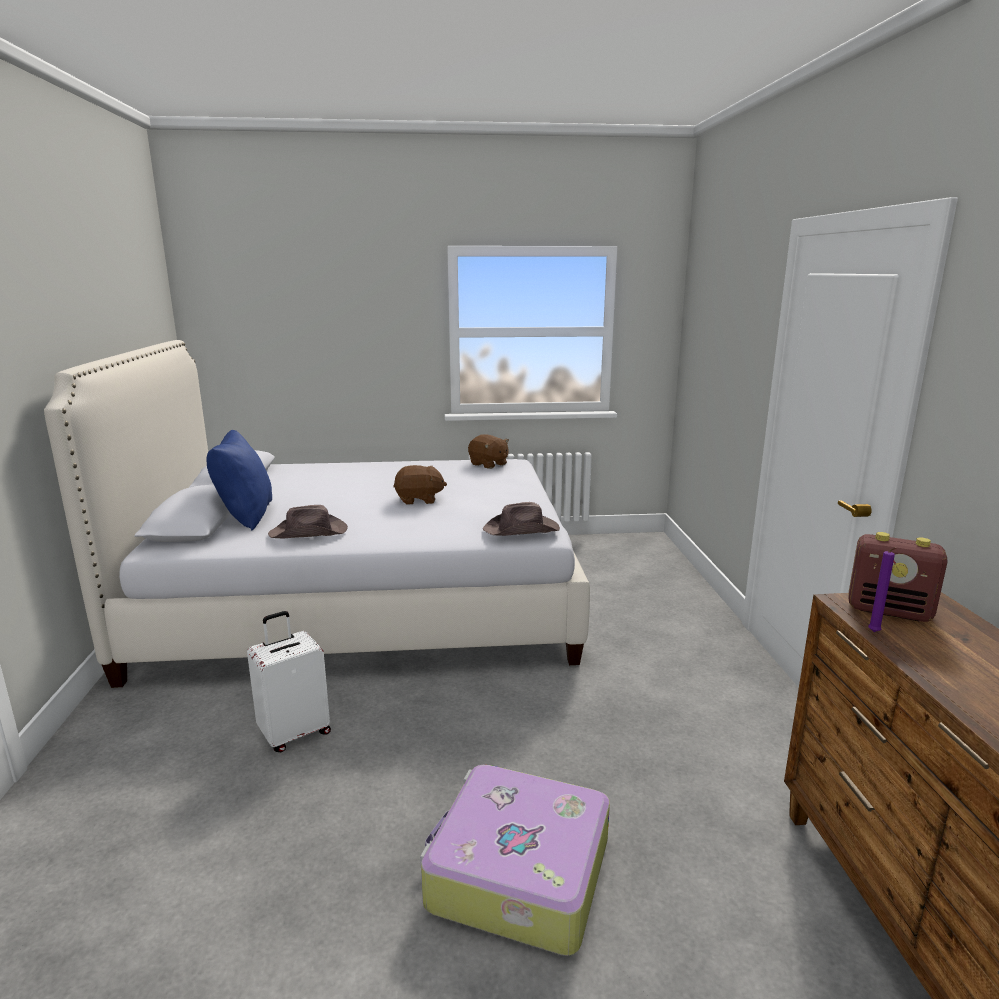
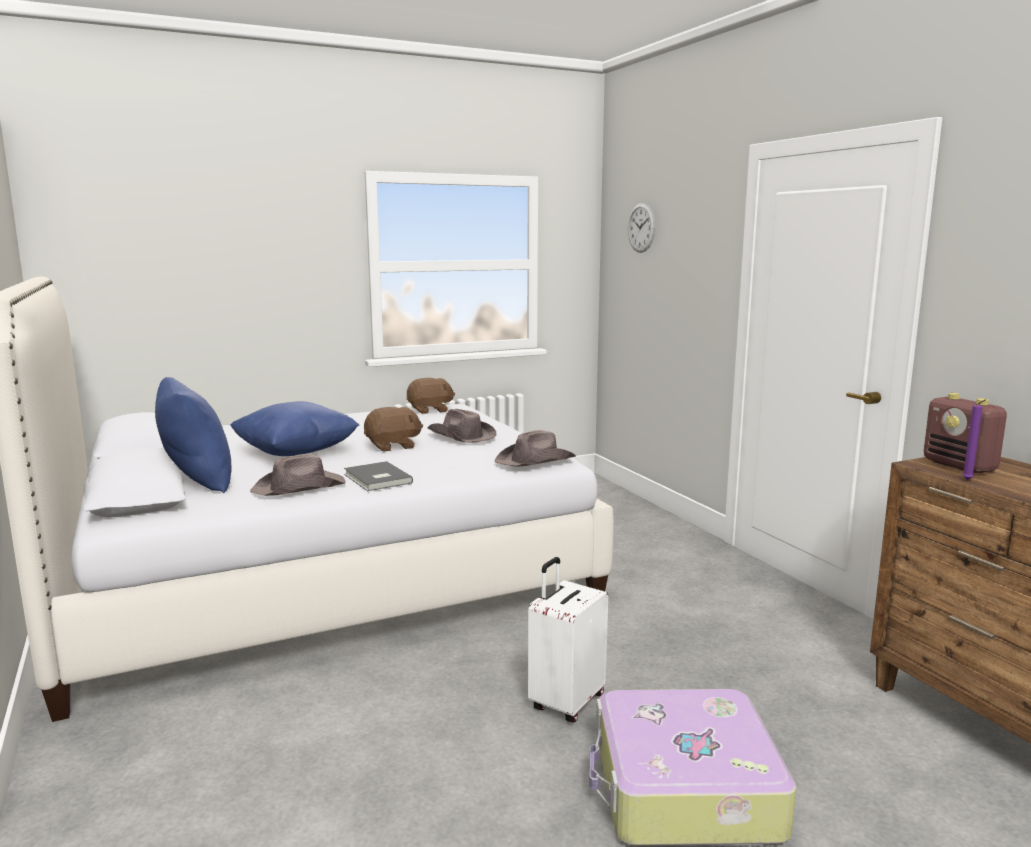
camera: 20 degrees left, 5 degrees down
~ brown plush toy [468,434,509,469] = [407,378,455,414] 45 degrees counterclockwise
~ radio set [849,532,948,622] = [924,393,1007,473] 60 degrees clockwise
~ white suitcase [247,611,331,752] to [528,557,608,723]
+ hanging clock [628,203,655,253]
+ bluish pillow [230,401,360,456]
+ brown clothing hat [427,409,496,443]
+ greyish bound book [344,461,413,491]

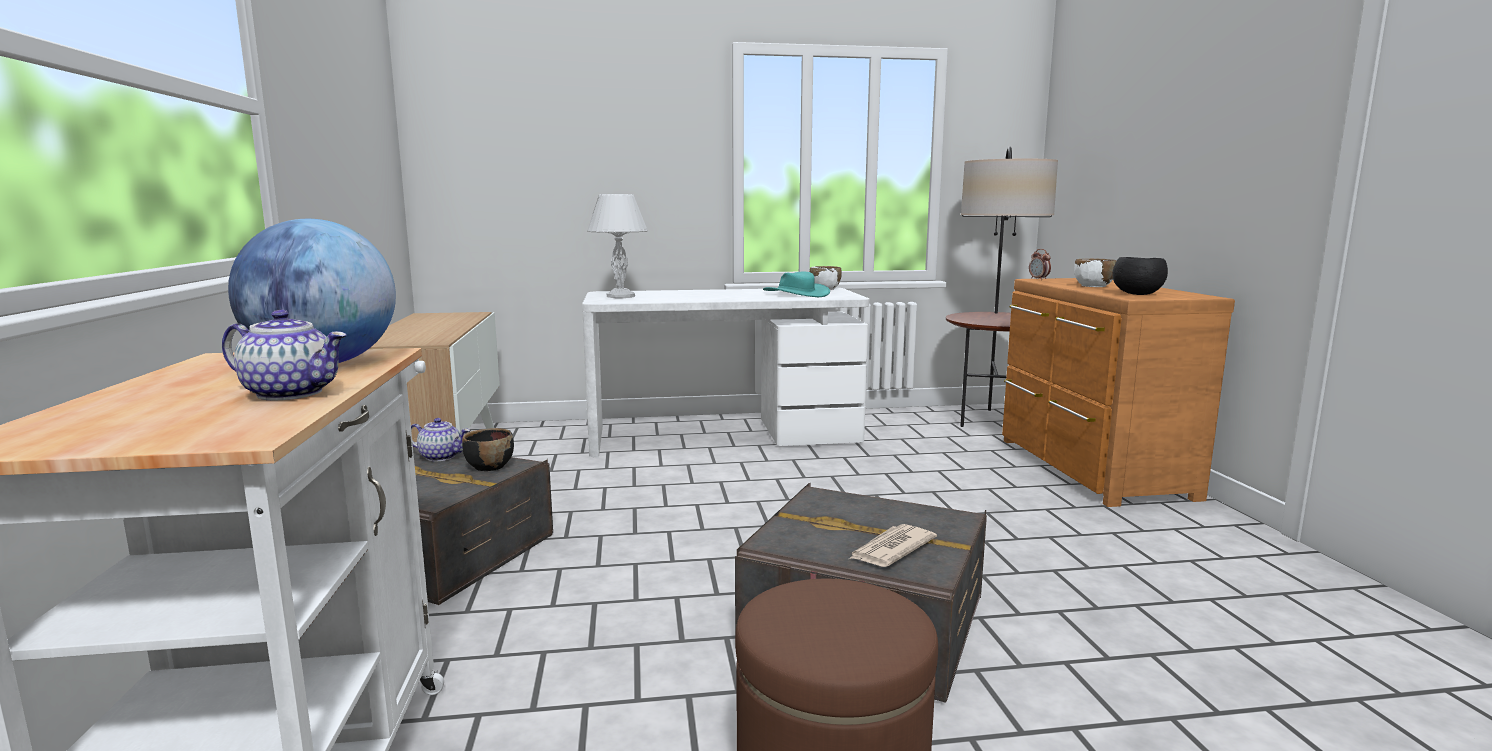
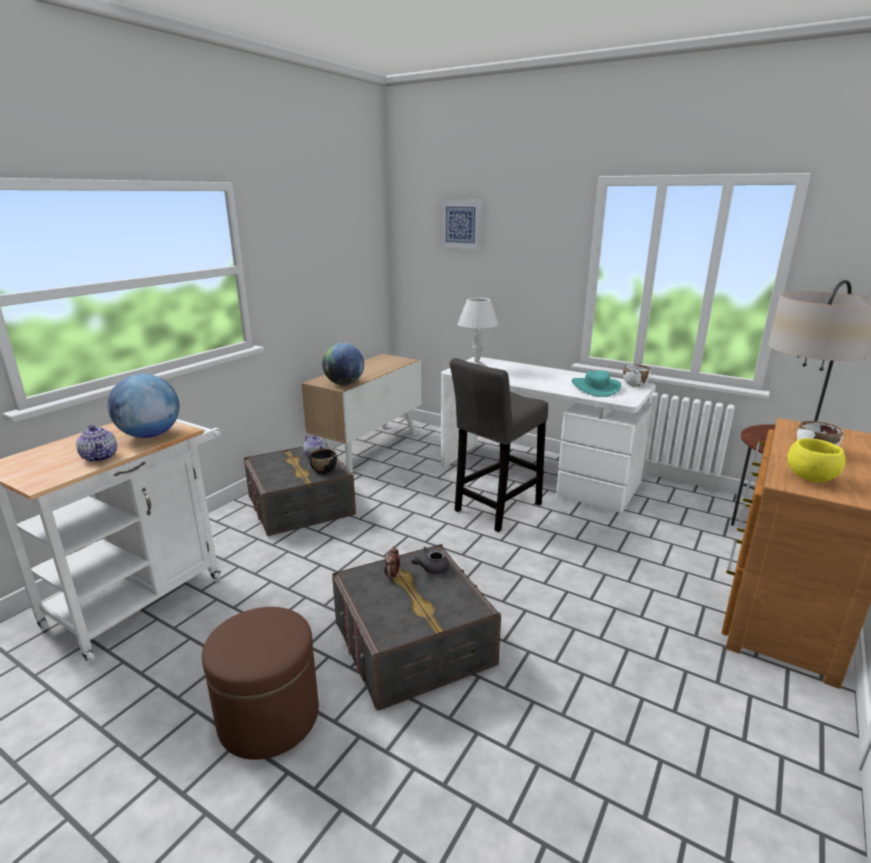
camera: 40 degrees right, 10 degrees up
~ table clock [1029,249,1051,280] to [384,546,400,579]
~ black serving bowl [1112,257,1168,295] to yellow-coloured serving bowl [787,438,846,483]
- daily paper [849,524,937,567]
+ wall picture [440,200,482,250]
+ world globe [322,343,364,385]
+ greyish stool [450,358,548,532]
+ greyish tea pot [411,546,449,574]

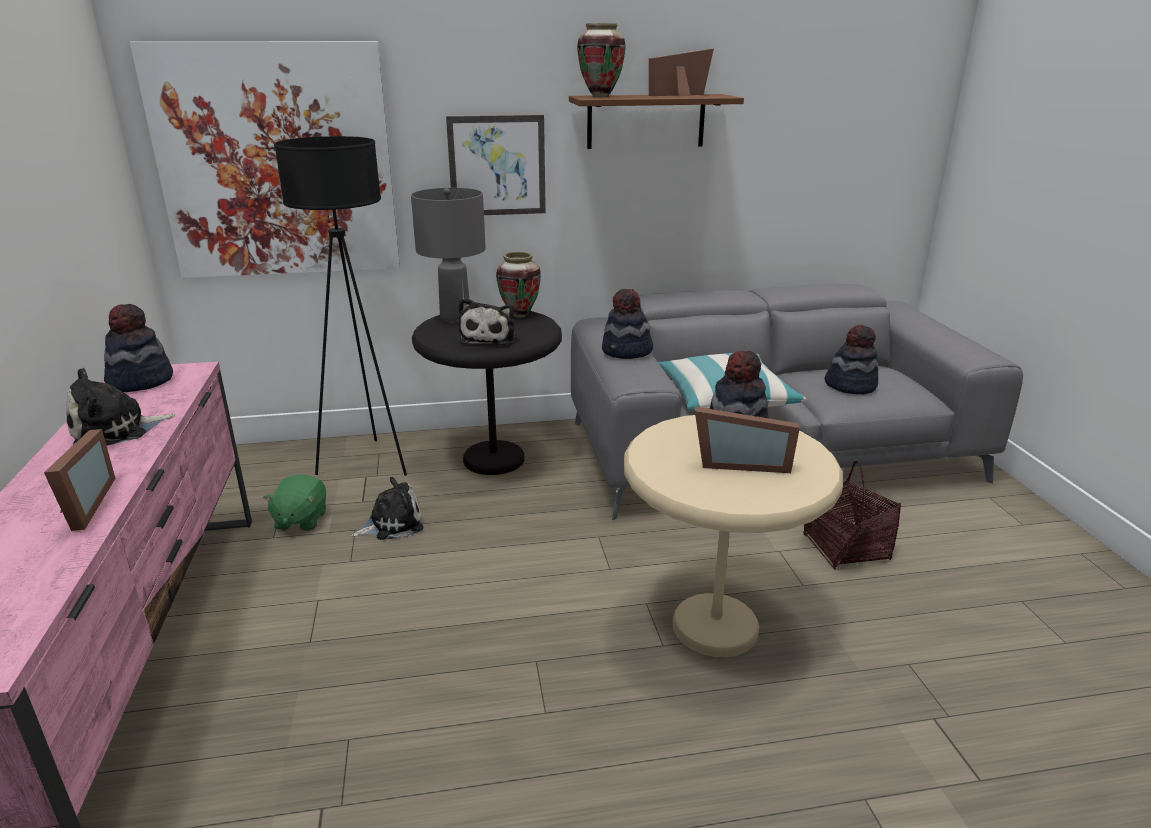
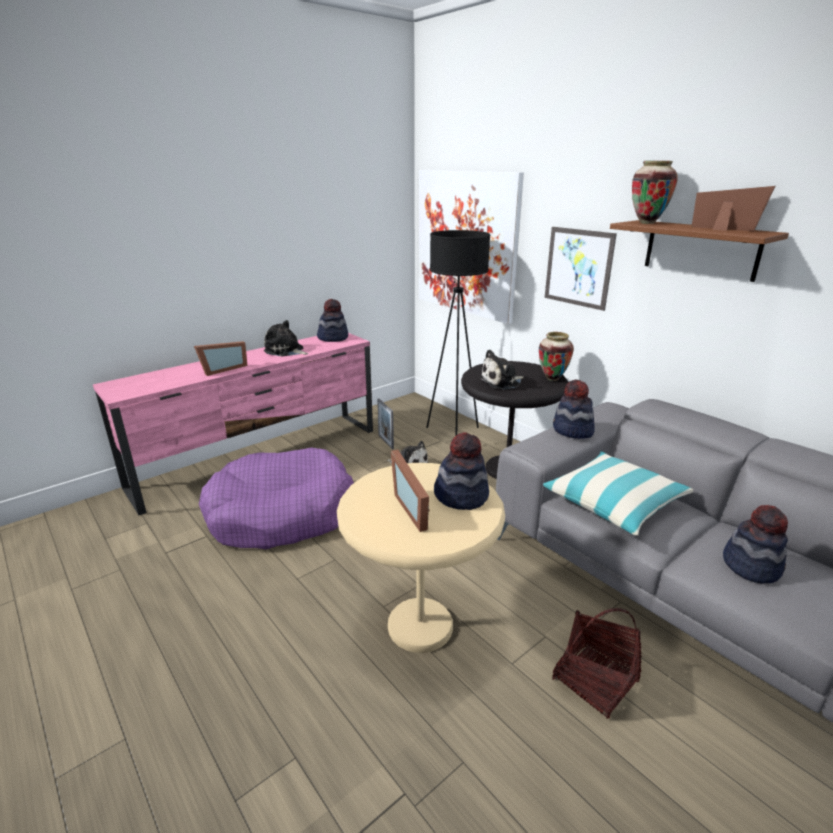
camera: 60 degrees right, 0 degrees up
- greyish lamp for a table [411,188,486,323]
~ green-coloured plush toy [263,474,326,531] to photo frame [377,399,394,449]
+ purple-coloured dog cushion [199,447,354,549]

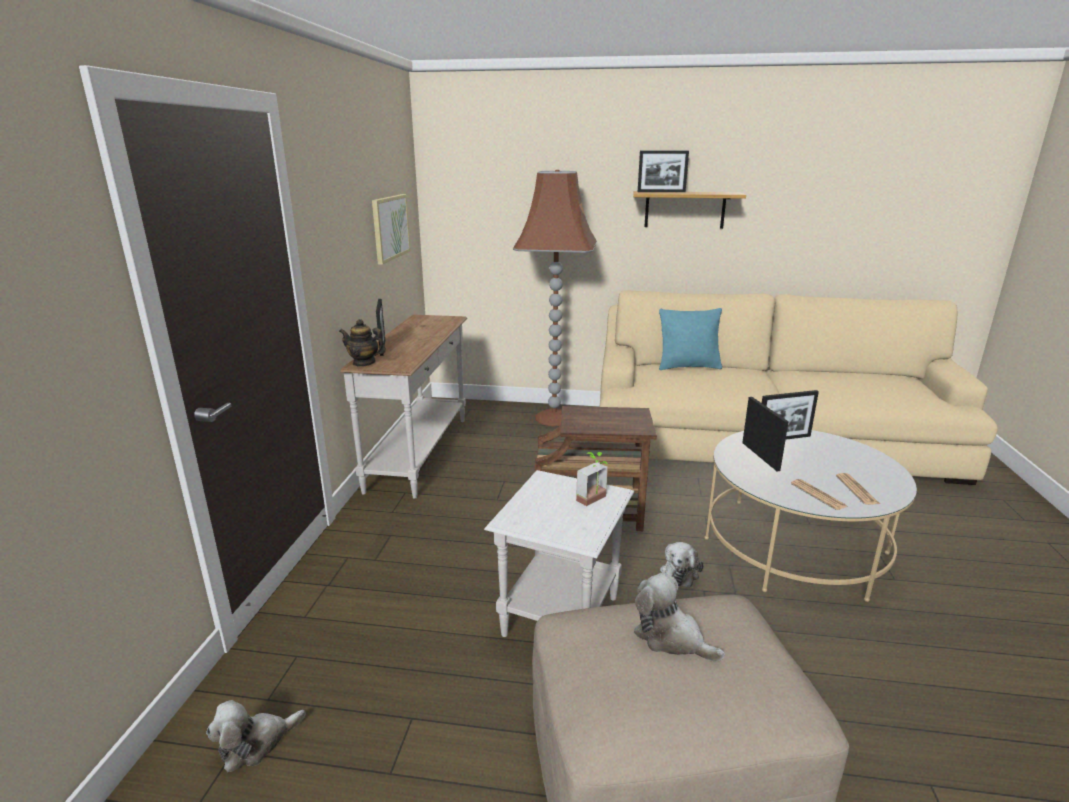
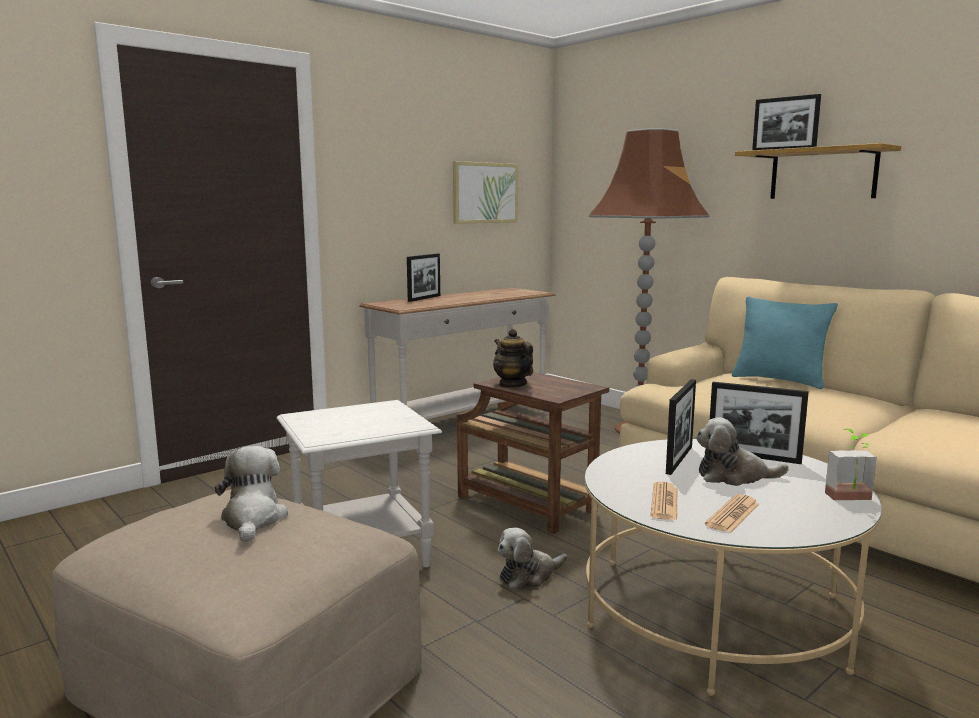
camera: 40 degrees right, 10 degrees down
~ tea pot [339,319,386,367] to [493,329,533,388]
~ plant in a pot [576,452,608,506] to [825,428,877,500]
~ plush toy [206,700,306,772] to [696,417,789,486]

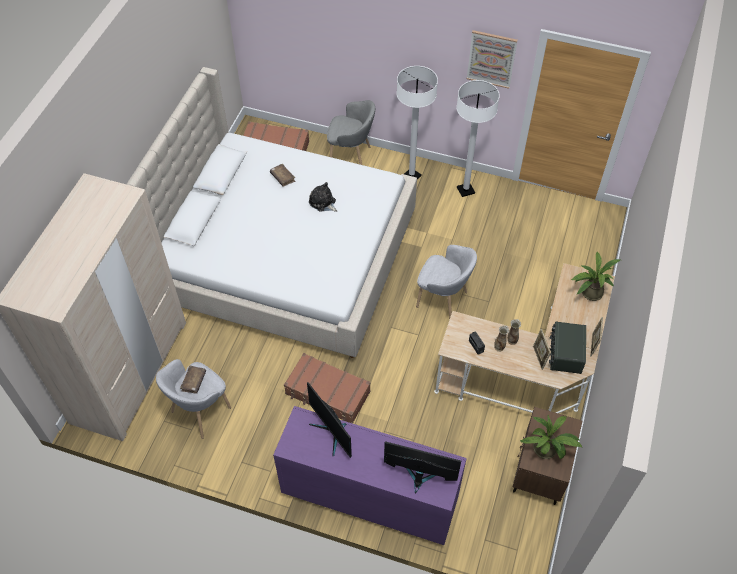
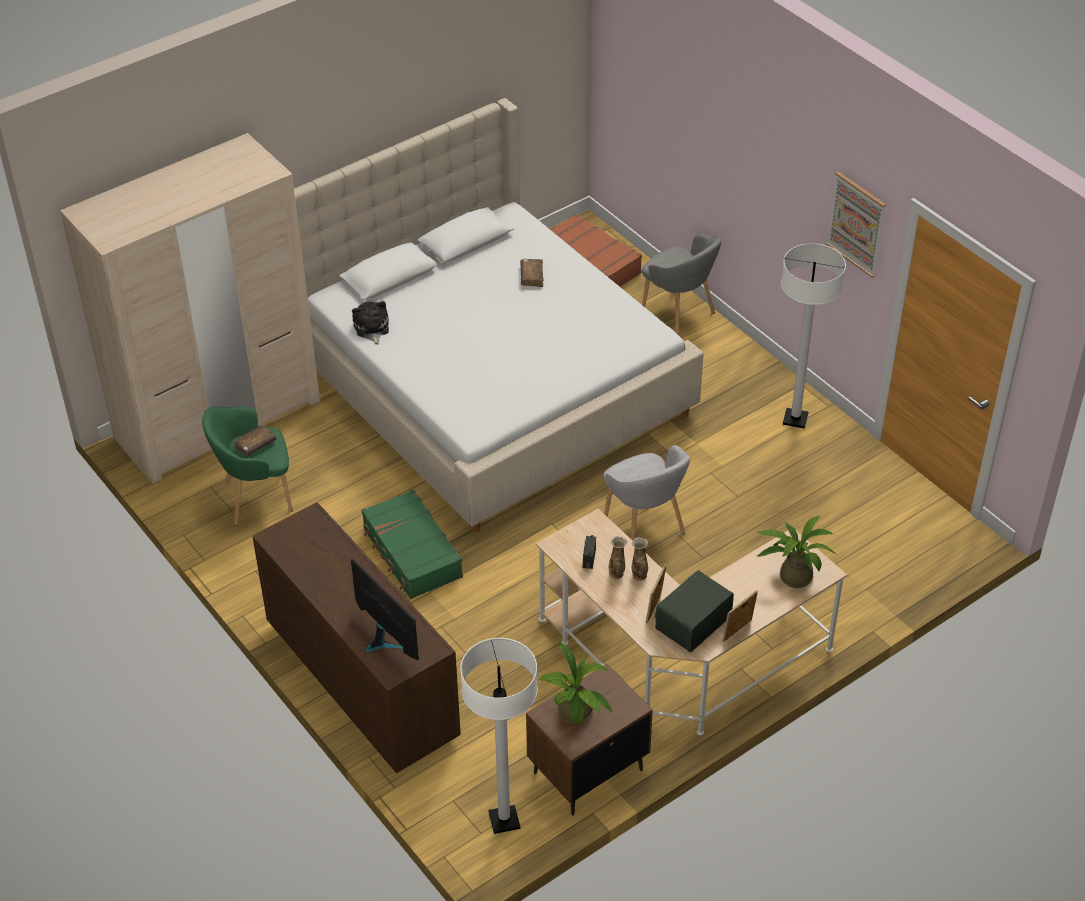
camera: 35 degrees right, 10 degrees down
~ white standard lamp [397,66,438,179] to [460,638,538,834]
~ plush toy [309,182,338,212] to [352,301,389,345]
~ brown suitcase [284,353,371,424] to green-coloured suitcase [362,489,463,599]
~ greyish easy chair [156,359,231,439] to green-coloured easy chair [202,406,293,526]
- computer screen [307,382,352,458]
~ purple-coloured drawer chest [273,406,467,545] to brown drawer chest [252,502,461,773]

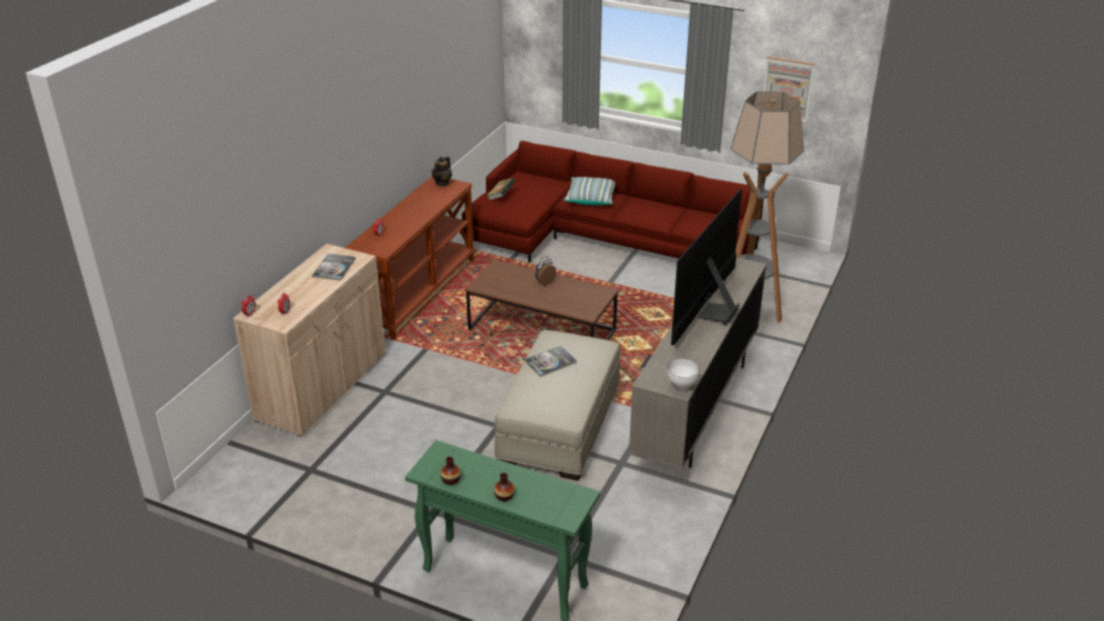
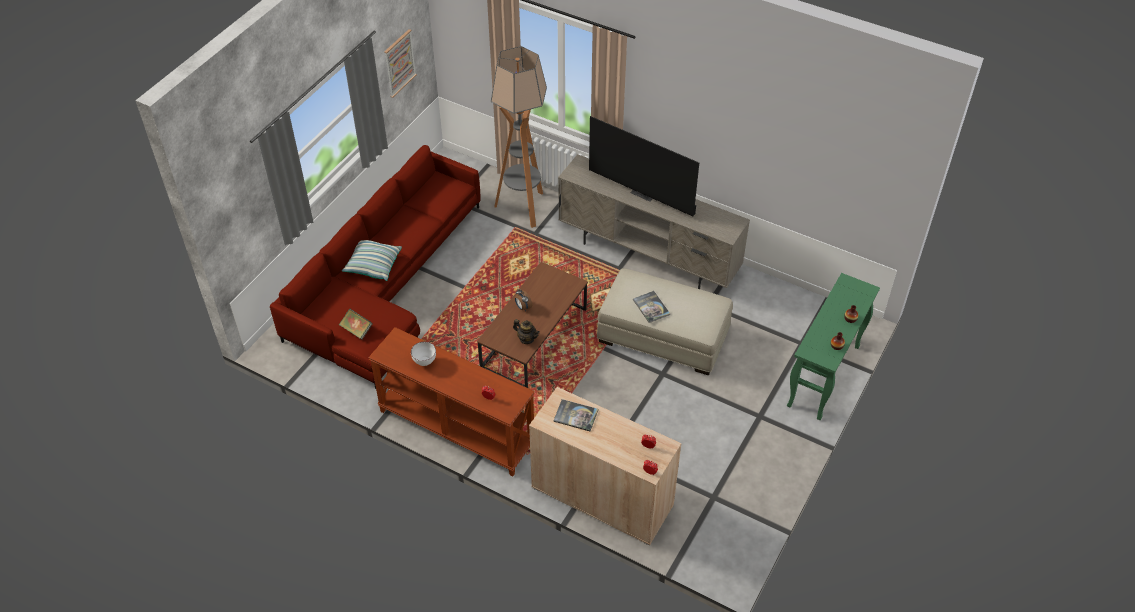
camera: 85 degrees left, 15 degrees up
~ tea pot [432,156,452,186] to [513,319,540,344]
~ white serving bowl [667,358,700,390] to [411,342,436,366]

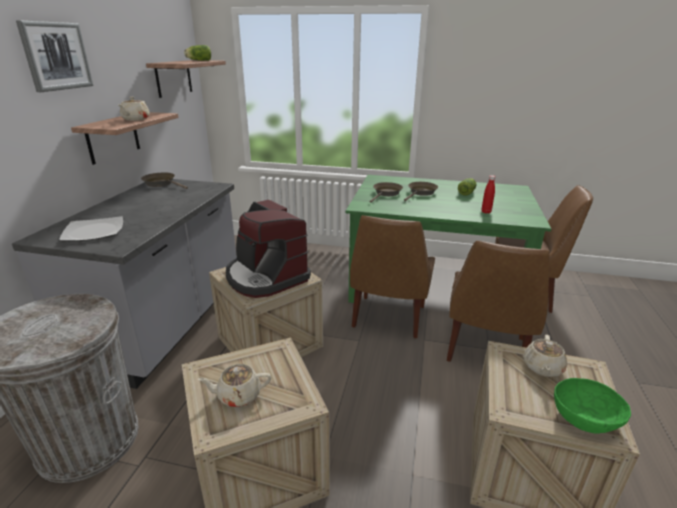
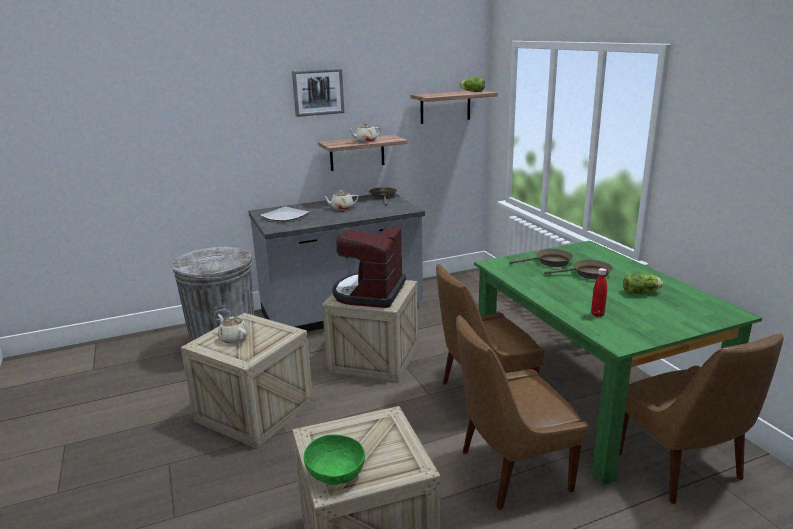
camera: 55 degrees right, 5 degrees down
~ beige-coloured tea pot [523,335,567,377] to [323,191,359,210]

